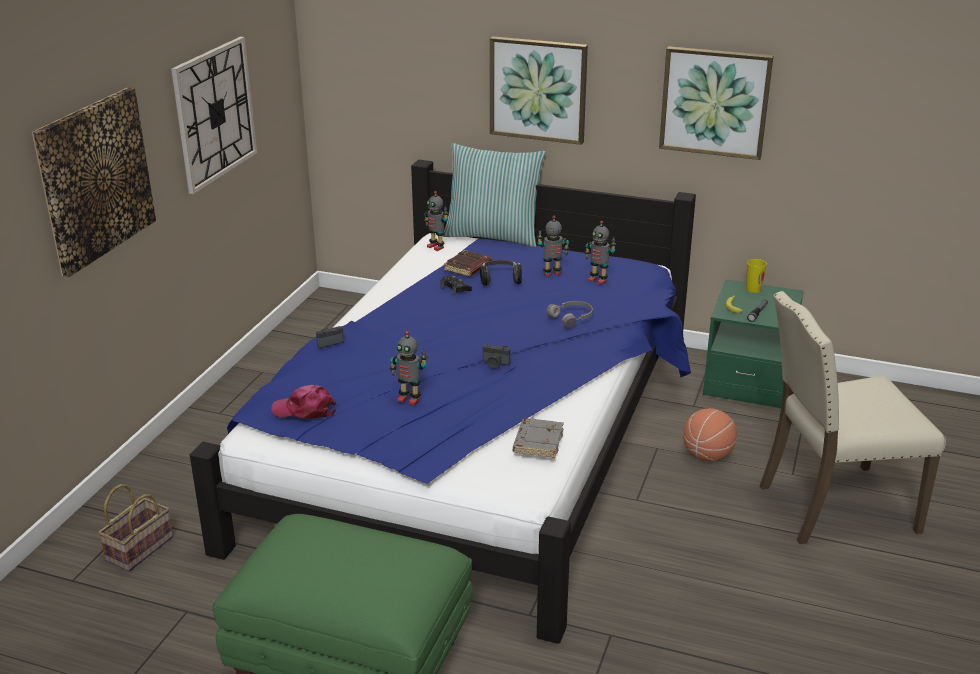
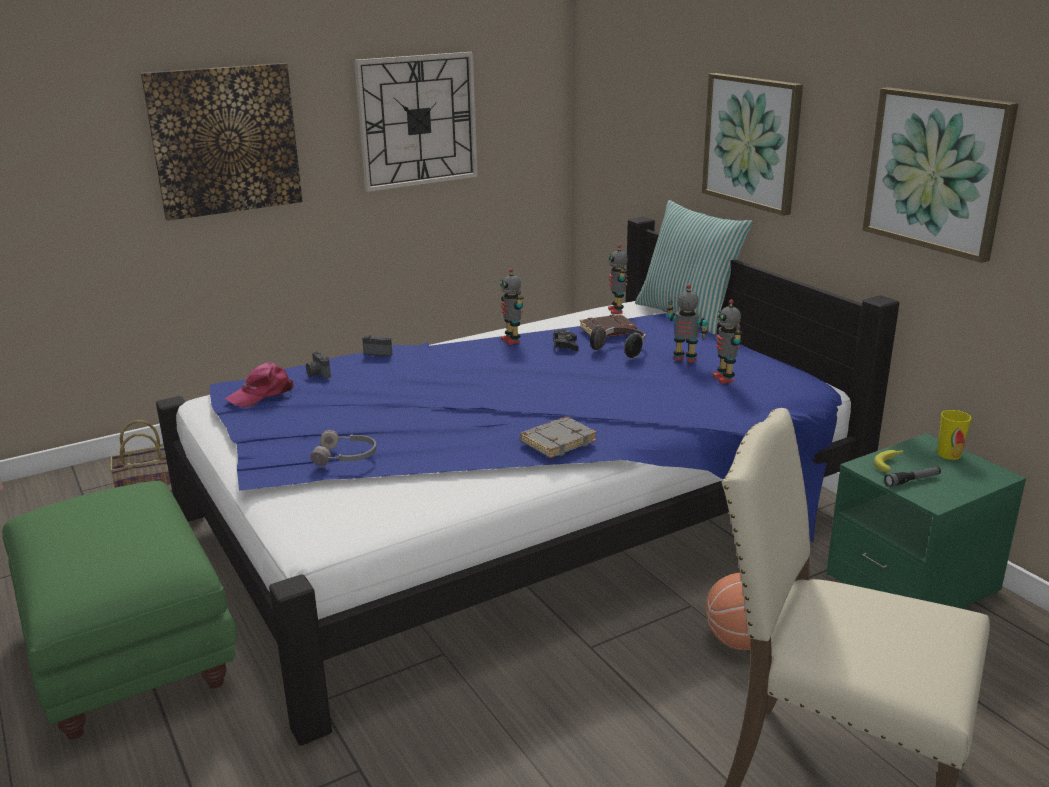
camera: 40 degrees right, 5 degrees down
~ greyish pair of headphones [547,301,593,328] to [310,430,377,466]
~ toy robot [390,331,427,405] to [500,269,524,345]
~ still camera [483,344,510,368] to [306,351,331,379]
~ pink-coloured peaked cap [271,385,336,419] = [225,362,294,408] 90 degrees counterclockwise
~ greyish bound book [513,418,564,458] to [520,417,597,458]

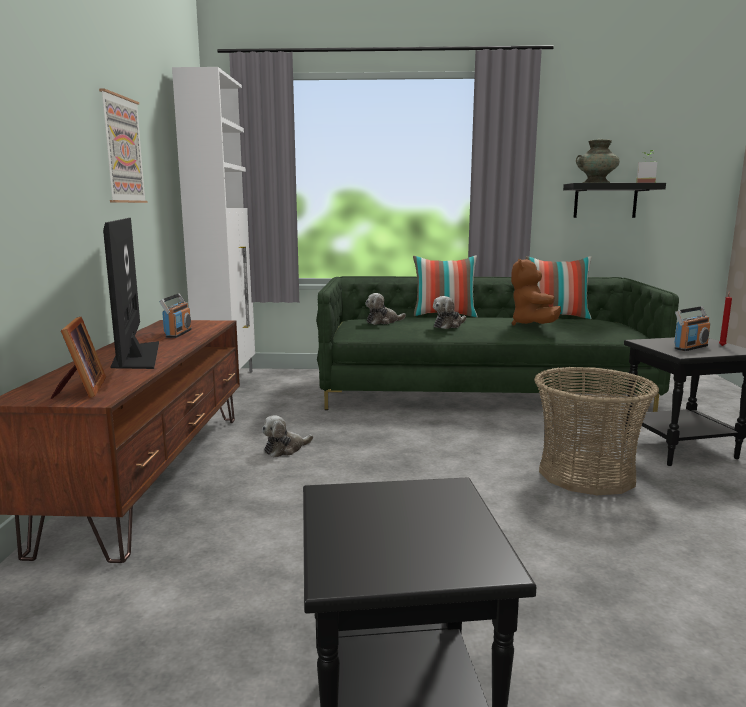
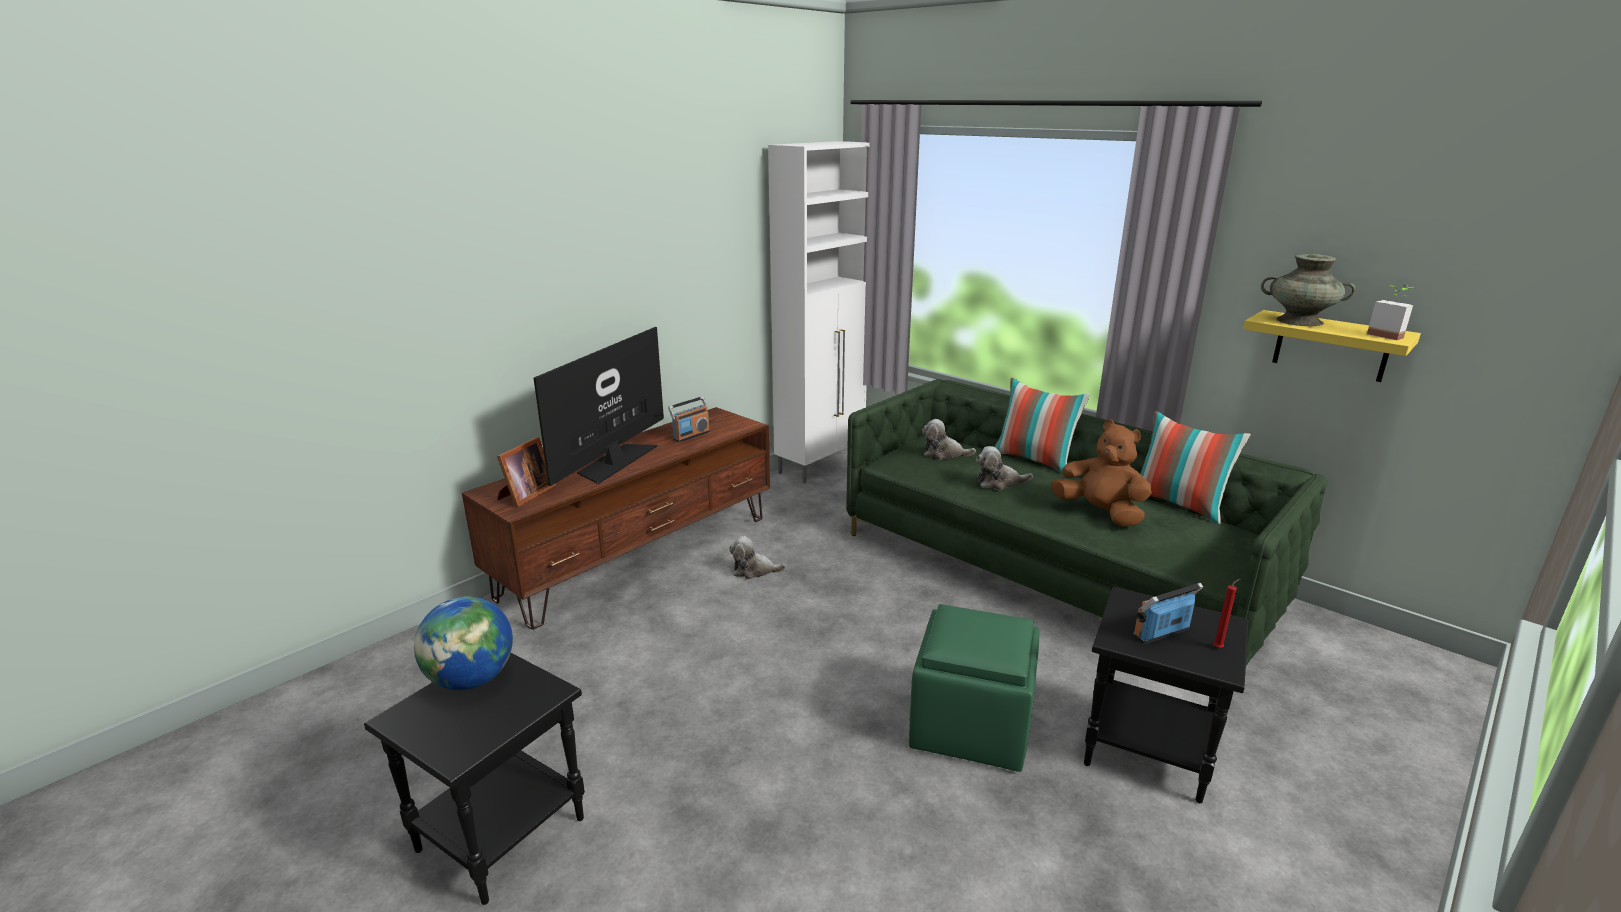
camera: 40 degrees right, 10 degrees up
- wall picture [99,89,148,203]
~ black wall shelf [563,183,666,218] to yellow-coloured wall shelf [1243,310,1421,382]
~ brown plush toy [511,259,561,325] = [1051,420,1152,526] 90 degrees clockwise
~ radio set [674,306,710,351] = [1133,583,1203,644] 150 degrees clockwise
~ household basket [534,367,659,495] to green-coloured pouffe [909,604,1039,772]
+ world globe [414,596,513,690]

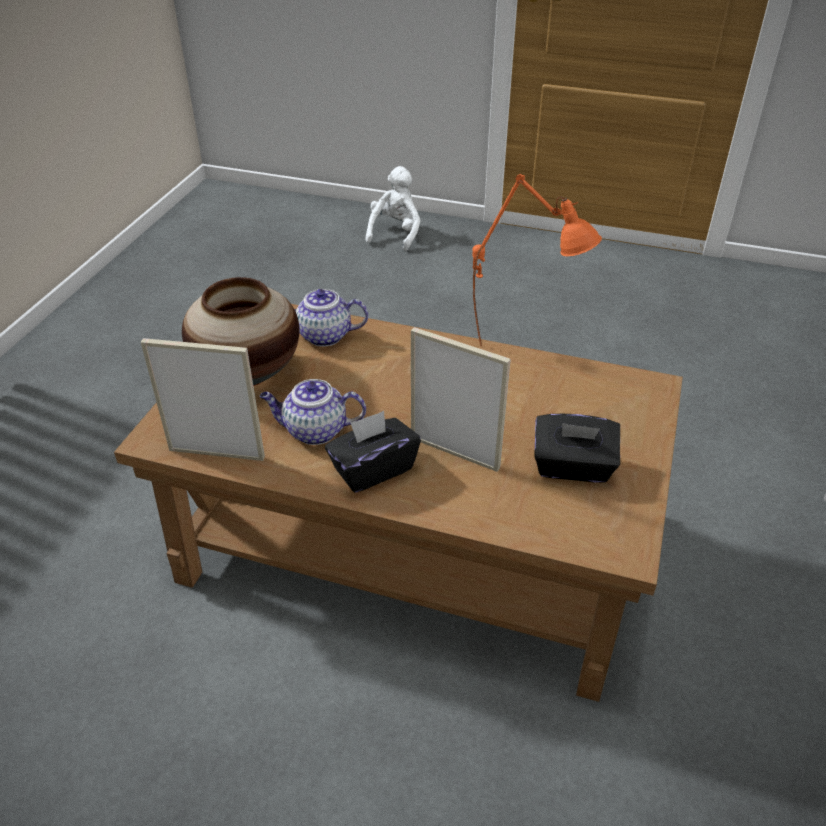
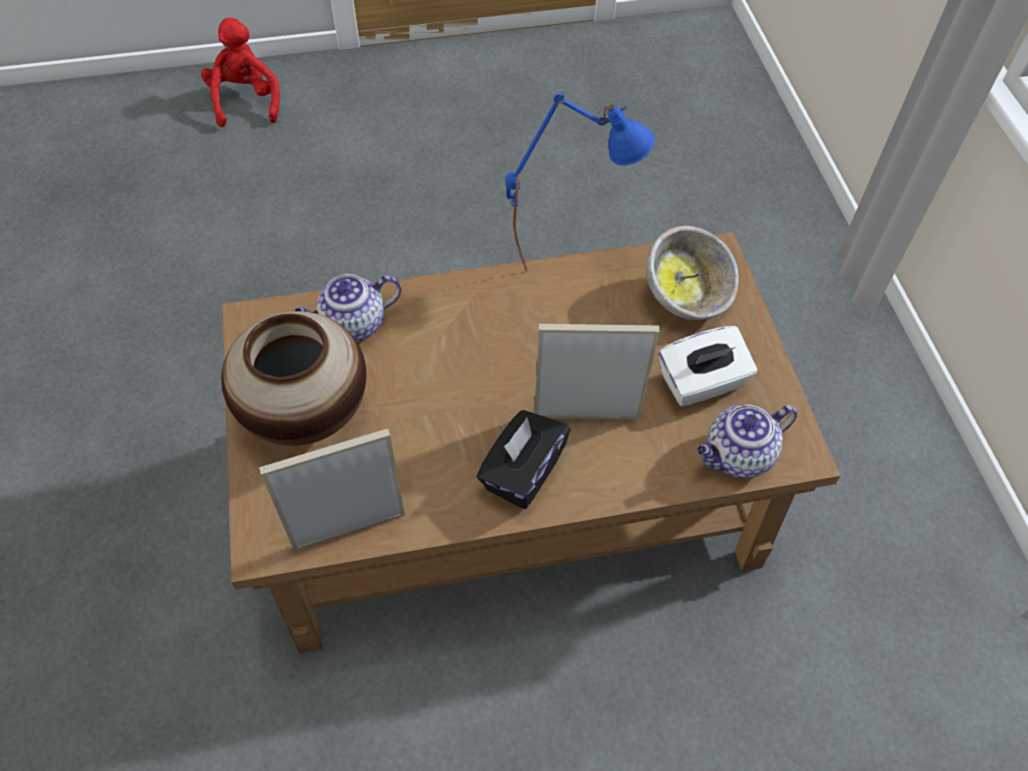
camera: 30 degrees left, 15 degrees up
~ white plush toy [365,166,420,251] to red-coloured plush toy [201,18,280,127]
~ orange lamp for a table [472,174,602,347] to bluish lamp for a table [505,93,655,272]
~ tea pot [260,379,366,445] to [697,405,797,478]
~ black tissue box [534,414,620,483] to white tissue box [659,326,758,407]
+ serving bowl [646,226,738,320]

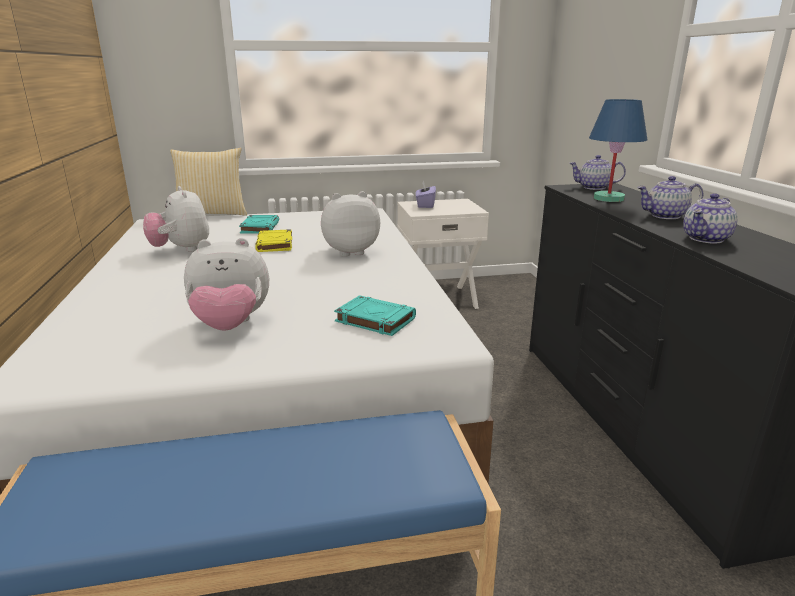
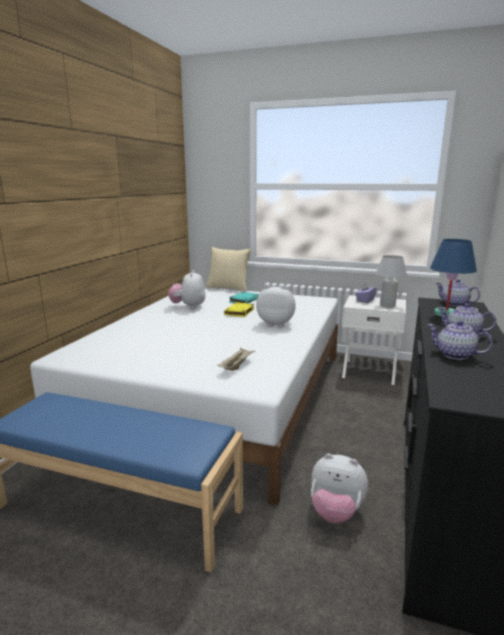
camera: 30 degrees right, 5 degrees down
~ tea pot [683,193,738,243] = [427,321,493,360] 45 degrees clockwise
~ plush toy [184,238,269,331] to [311,454,368,523]
~ turquoise bound book [334,295,416,336] to beige-coloured serving tray [218,348,255,371]
+ white lamp for a table [376,255,407,307]

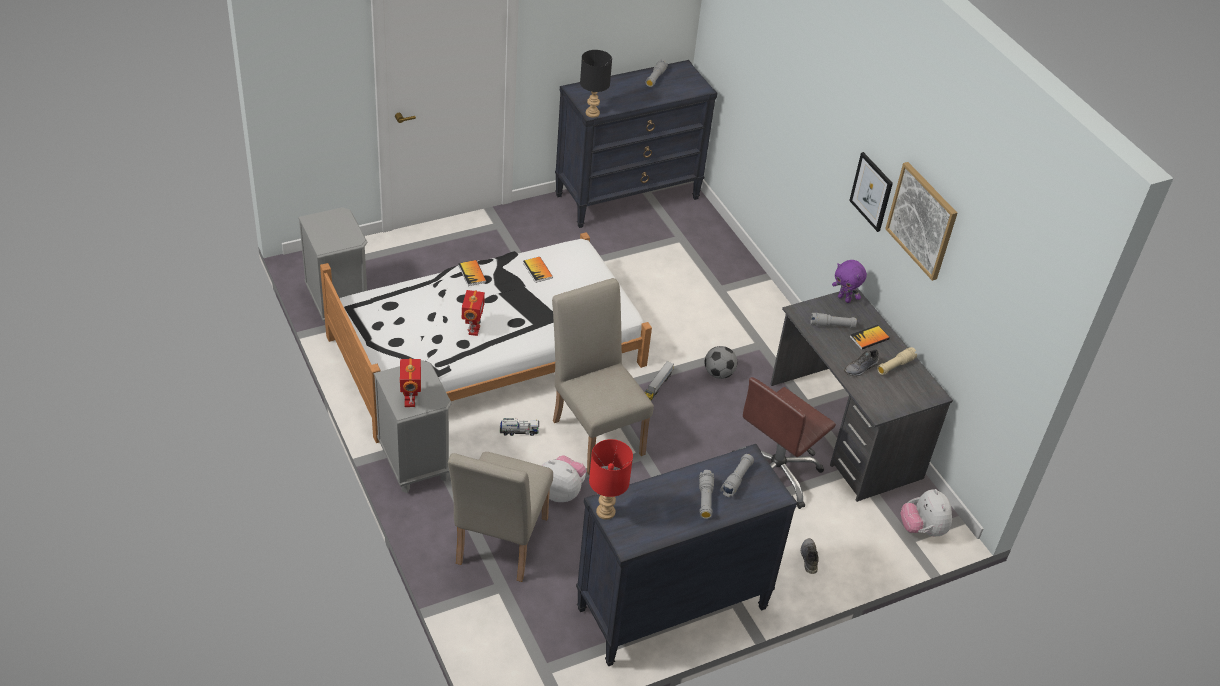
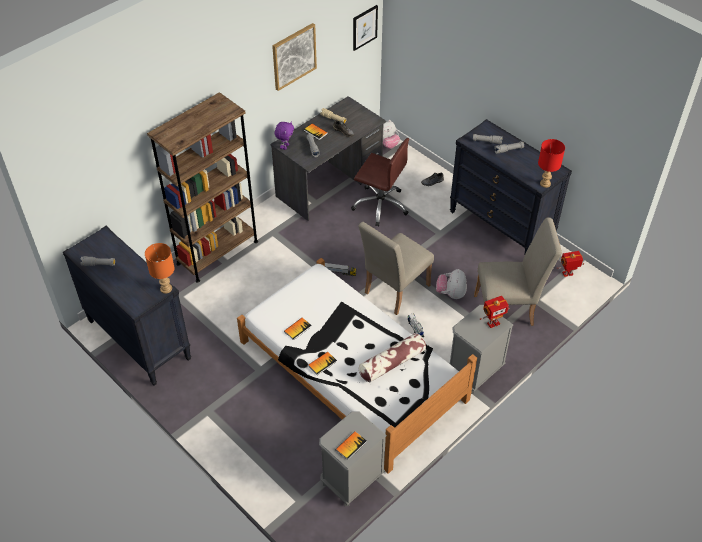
camera: 105 degrees left, 5 degrees up
~ black lamp for a table [580,50,612,118] to orange lamp for a table [145,243,175,294]
~ wall picture [849,152,893,232] to [353,5,378,51]
~ toy robot [462,290,485,336] to [556,251,584,277]
- football [704,346,737,379]
+ brown bookshelf [147,92,258,283]
+ pillow [359,333,426,382]
+ bound book [336,431,367,460]

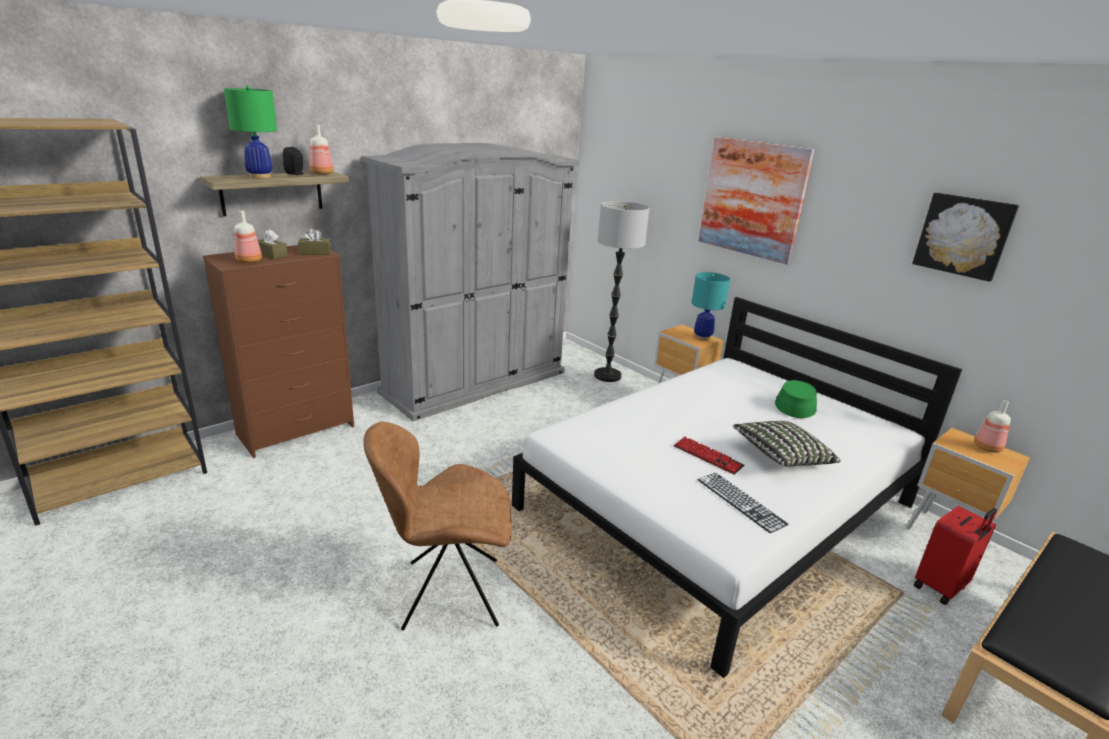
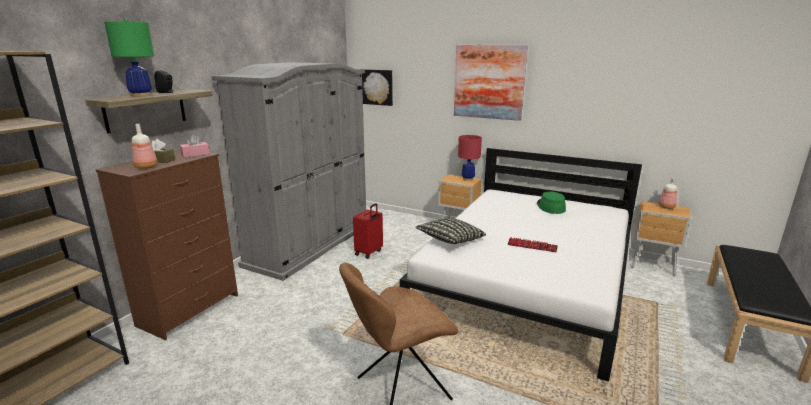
camera: 20 degrees left, 5 degrees down
- bottle [310,124,334,175]
~ wall picture [912,193,1019,282] to [362,69,393,106]
- standard lamp [594,201,650,382]
~ brown tissue box [298,228,331,255] to pink-coloured tissue box [180,134,210,158]
~ turquoise lamp for a table [691,272,730,340] to red-coloured lamp for a table [458,135,482,181]
~ pillow [733,421,841,467] to [415,218,486,244]
- PC keyboard [697,473,789,533]
~ red-coloured suitcase [914,506,997,605] to [353,203,383,259]

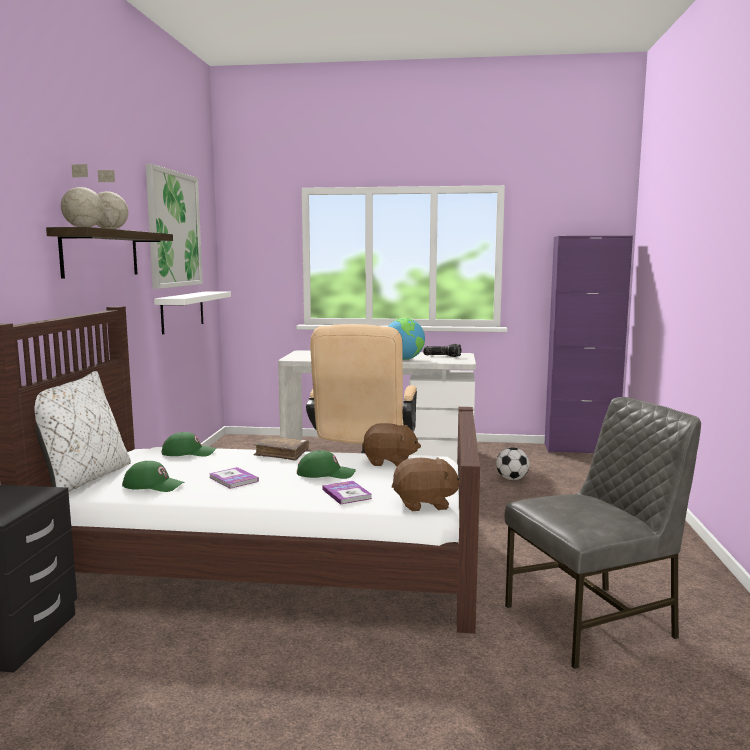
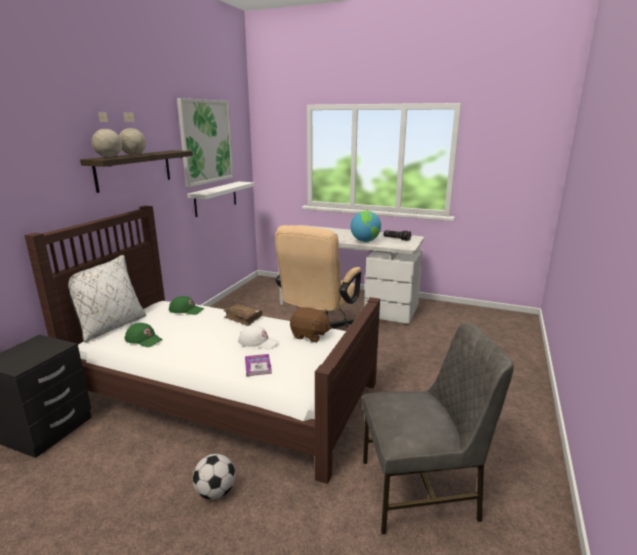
camera: 15 degrees right, 10 degrees up
- purple-coloured cupboard [545,236,633,453]
~ football [496,447,530,480] to [193,454,236,500]
~ green-coloured peaked cap [297,450,356,479] to white peaked cap [238,325,279,349]
- brown plush toy [392,457,460,511]
- bound book [209,467,259,489]

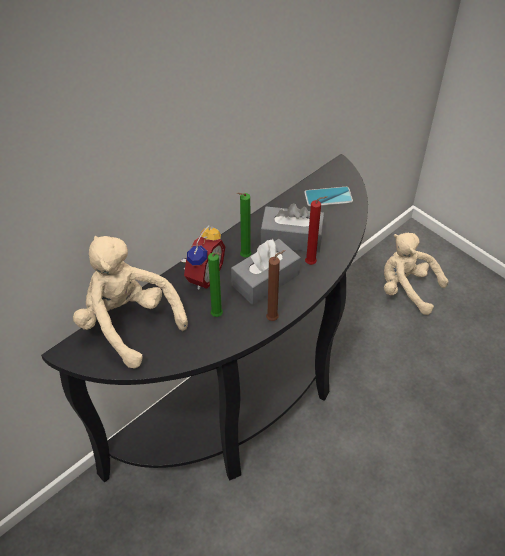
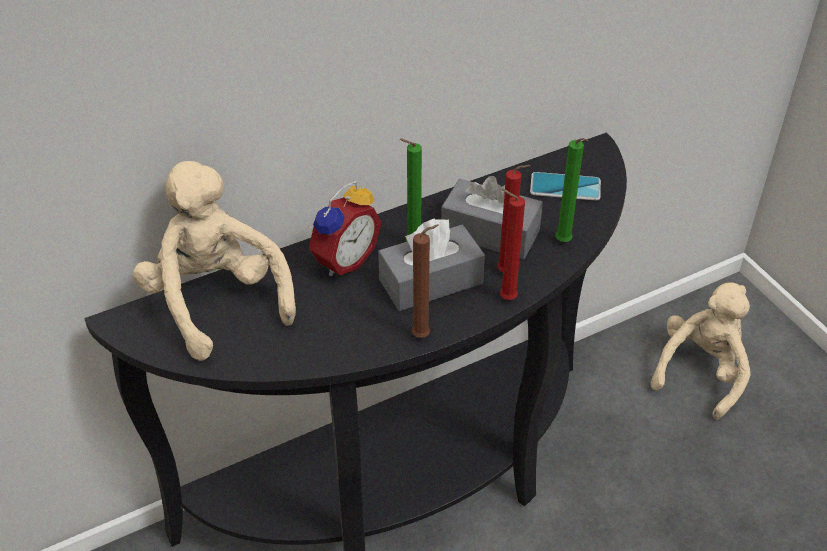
camera: 15 degrees right, 5 degrees down
~ beige-coloured plush toy [384,233,449,315] = [651,282,751,420] 75 degrees clockwise
~ green-coloured candle [208,252,223,317] to [556,138,588,242]
+ red-coloured candle [500,189,525,300]

